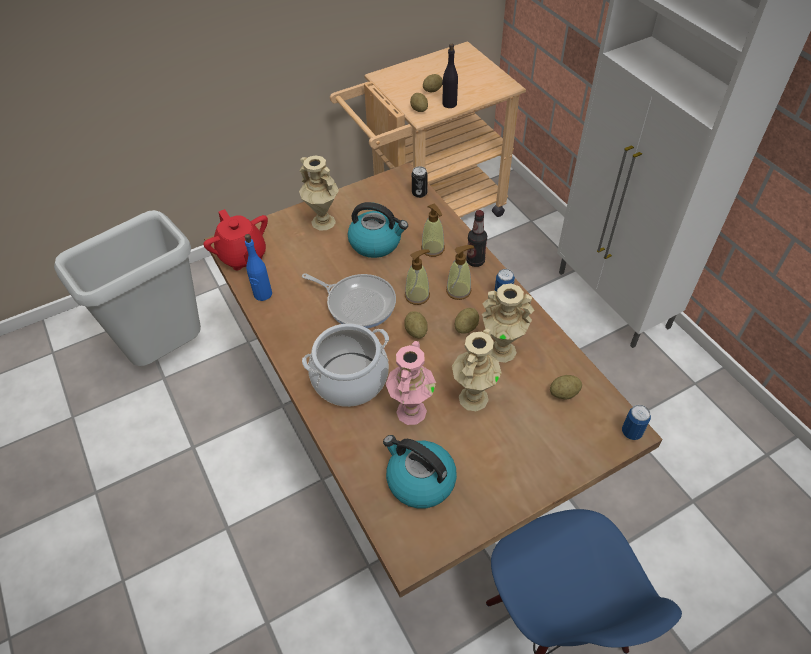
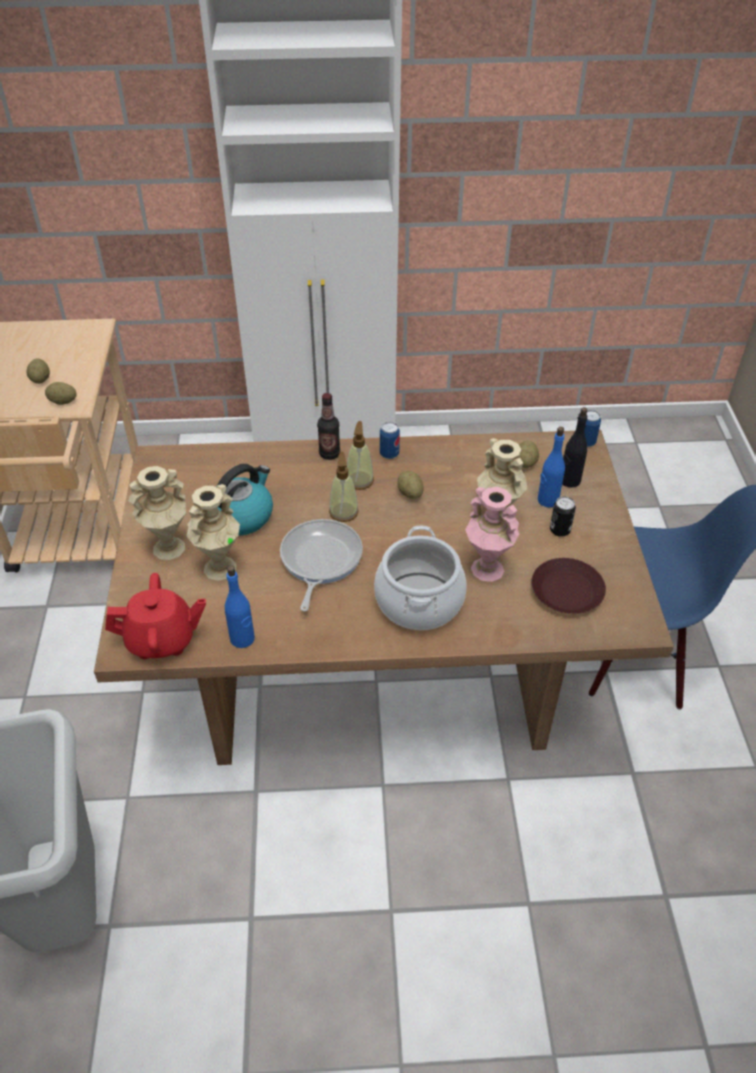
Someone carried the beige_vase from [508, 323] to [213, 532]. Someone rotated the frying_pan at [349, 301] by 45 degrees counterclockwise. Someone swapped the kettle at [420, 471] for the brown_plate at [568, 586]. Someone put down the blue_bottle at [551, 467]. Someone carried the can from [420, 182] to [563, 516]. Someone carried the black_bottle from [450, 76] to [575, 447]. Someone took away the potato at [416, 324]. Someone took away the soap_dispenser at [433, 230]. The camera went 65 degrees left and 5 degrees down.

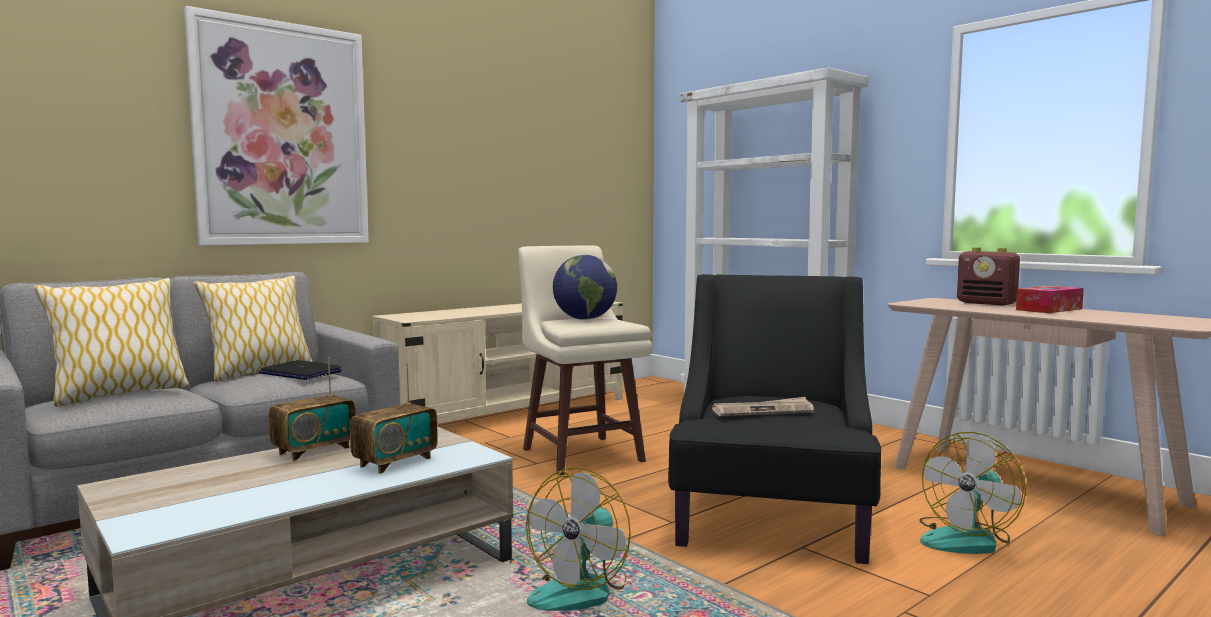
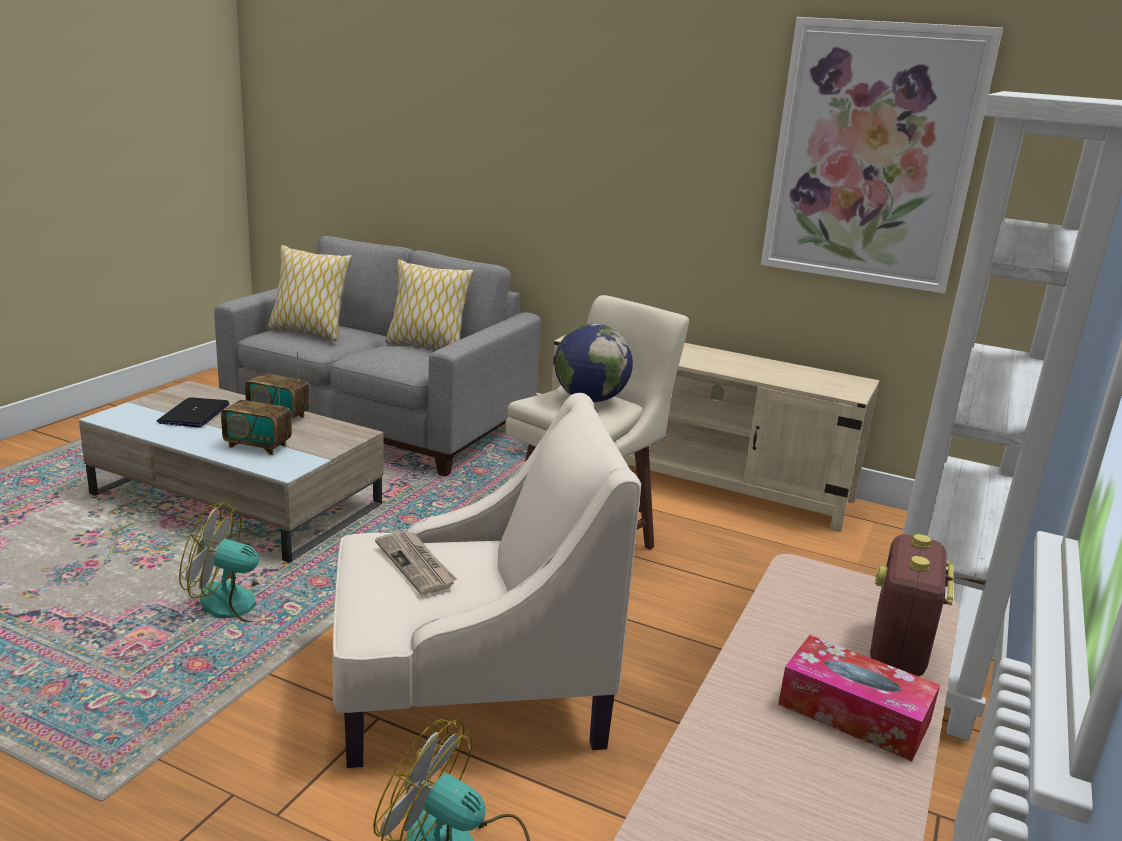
Someone carried the laptop from [300, 370] to [193, 412]. Someone repainted the black_armchair at [774, 419], which became the beige_armchair at [487, 580]. Someone carried the picture from [276, 125] to [882, 155]. The camera went 65 degrees right and 15 degrees up.

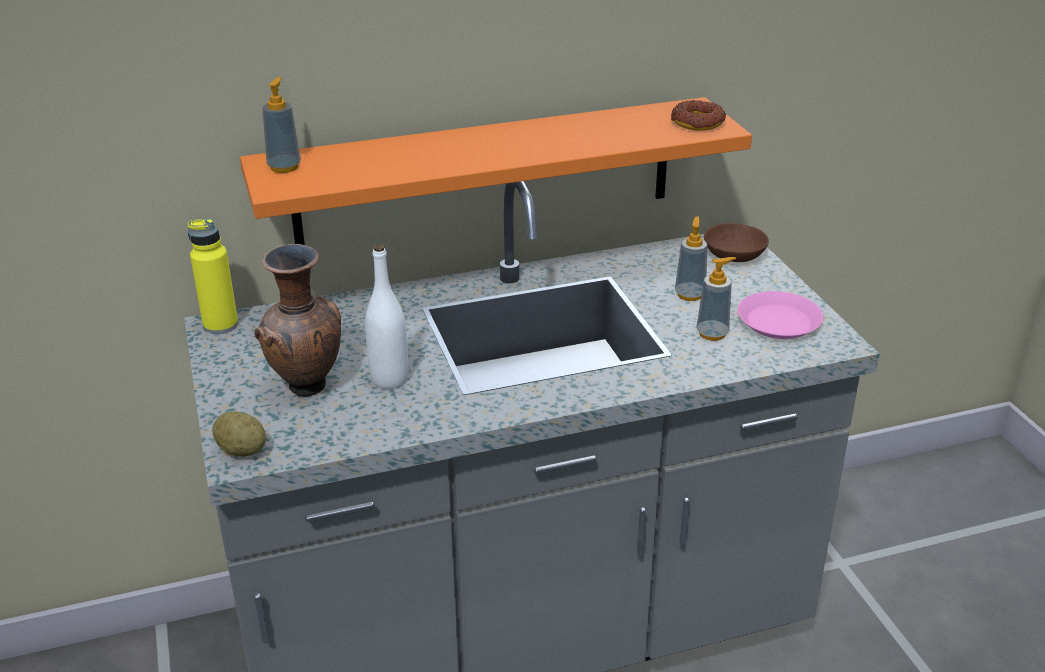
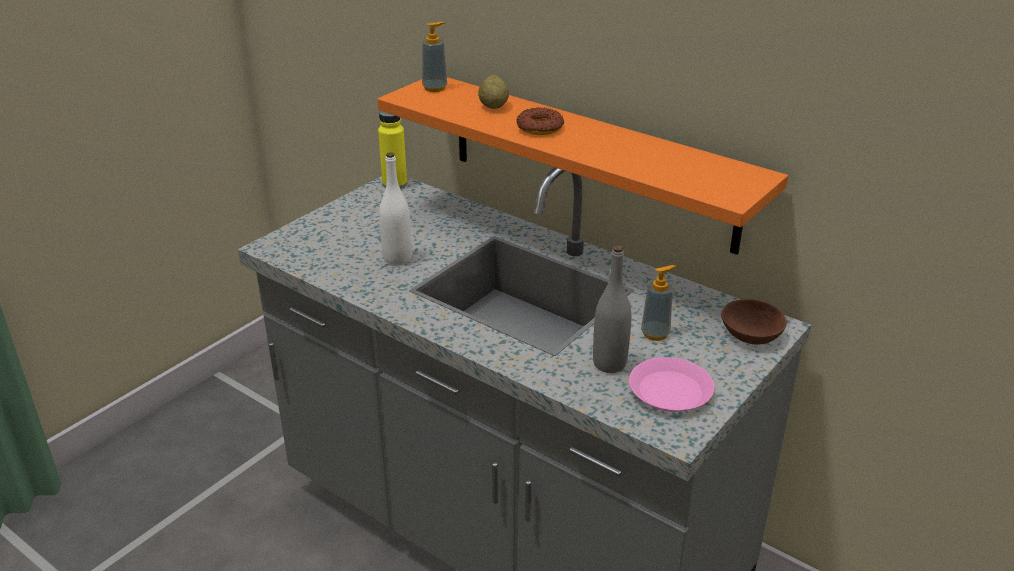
Someone carried the potato from [239, 434] to [493, 92]. Someone carried the donut from [698, 115] to [540, 121]. Someone swapped the soap_dispenser at [716, 299] for the grey_bottle at [612, 309]. Someone took away the brown_vase at [297, 320]. The camera went 55 degrees right and 0 degrees up.

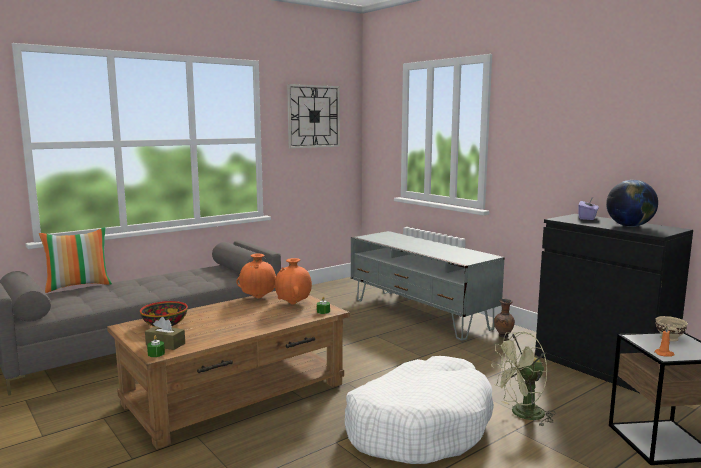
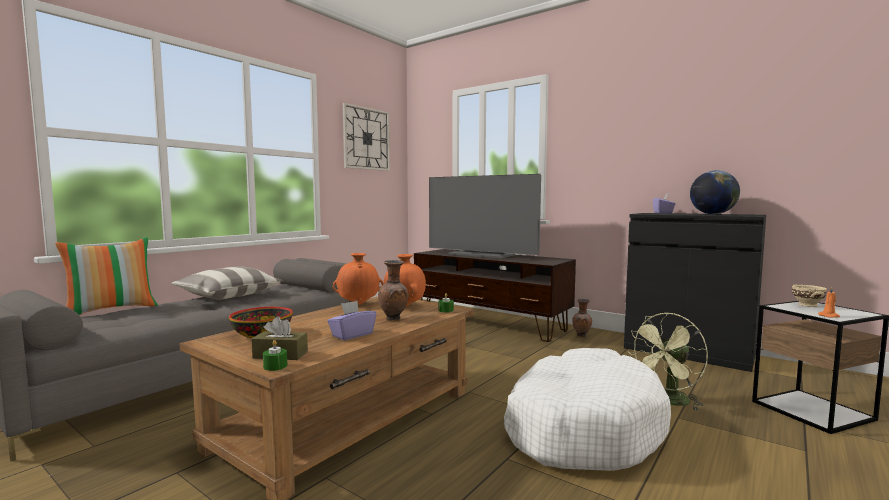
Someone put down the pillow at [227, 283]. Someone put down the purple_tissue_box at [351, 320]. Someone put down the brown_vase at [393, 290]. Someone repainted the grey_tv_stand at [428, 286], which became the brown_tv_stand at [495, 295]. Someone put down the television at [485, 216]. The camera went 15 degrees left and 5 degrees down.

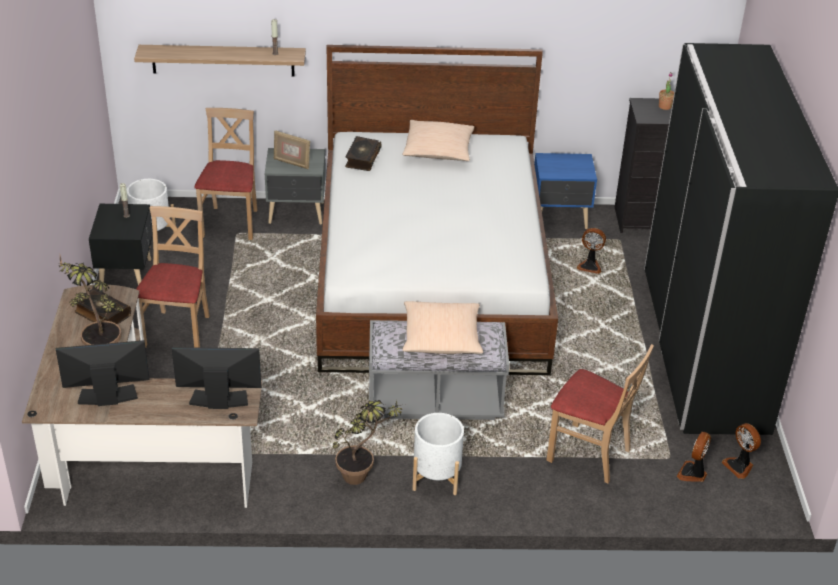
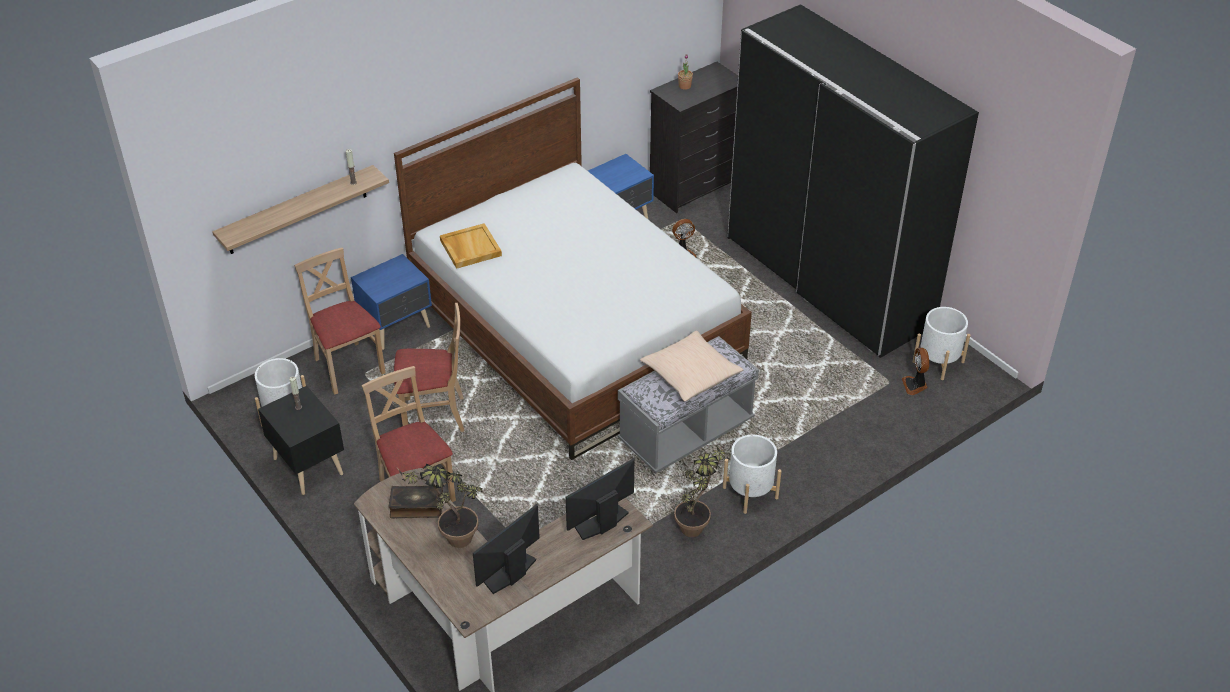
Someone repainted the grey_nightstand at [295, 186], which became the blue_nightstand at [391, 302]. Someone carried the beige_chair from [600, 414] to [429, 367]. Someone swapped the book at [363, 153] for the beige_tray at [471, 246]. Someone swapped the fan at [741, 451] for the white_planter at [941, 343]. Someone took away the picture_frame at [292, 150]. Someone took away the beige_pillow at [438, 140]. The camera went 35 degrees left and 5 degrees up.

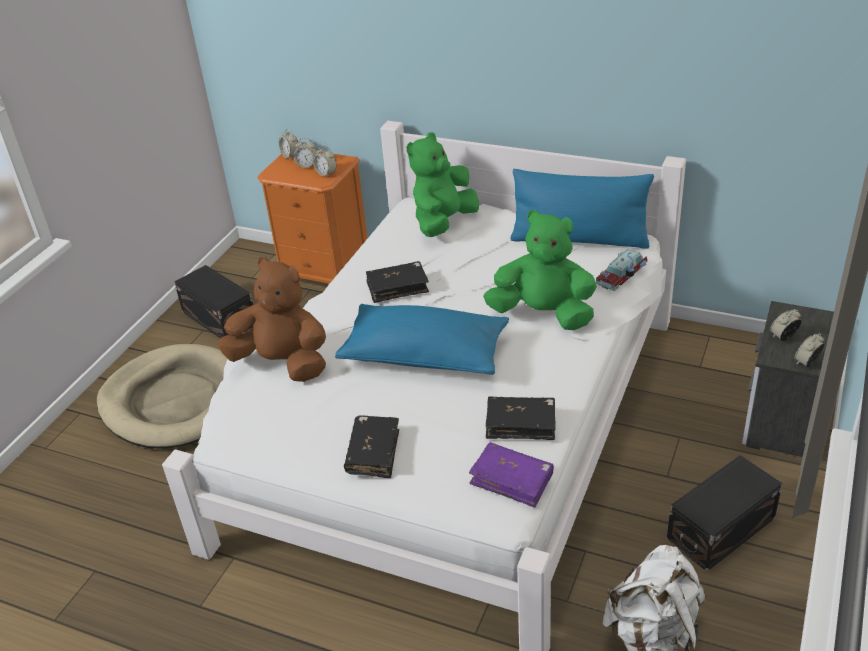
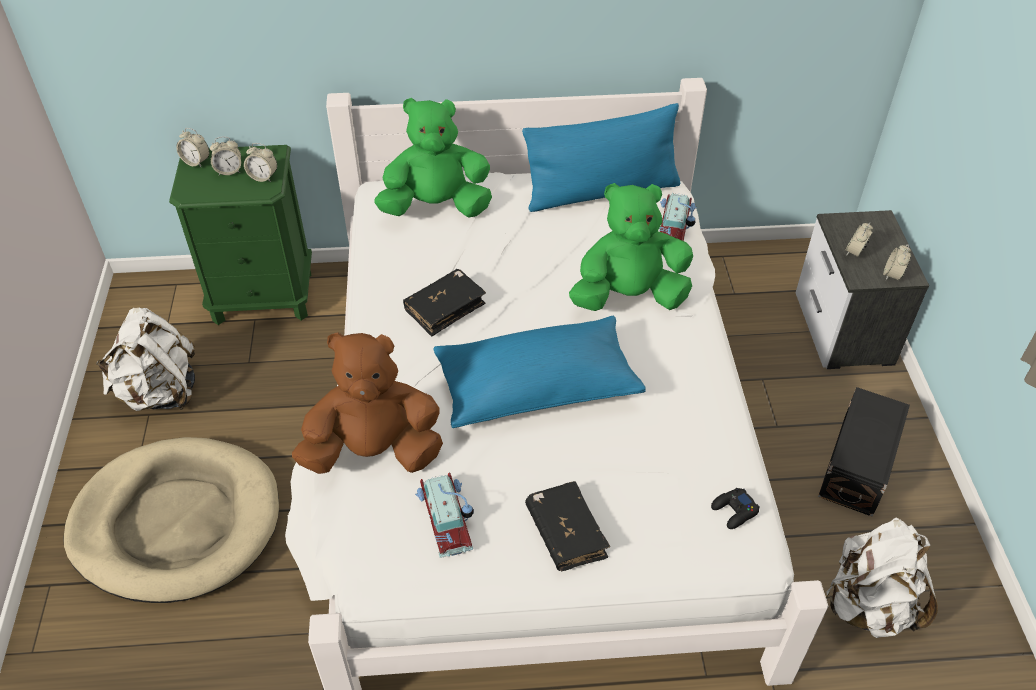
Someone swapped the black_storage_box at [214, 301] for the white_backpack at [145, 359]. Someone repainted the orange_nightstand at [313, 218], which became the green_nightstand at [240, 235]. Someone rotated the green_plush_toy at [442, 184] by 75 degrees clockwise. Someone put down the toy_car at [444, 515]. Someone swapped the purple_book at [511, 475] for the black_game_controller at [735, 508]. Someone took away the black_book at [521, 418]. The camera went 30 degrees left and 10 degrees up.

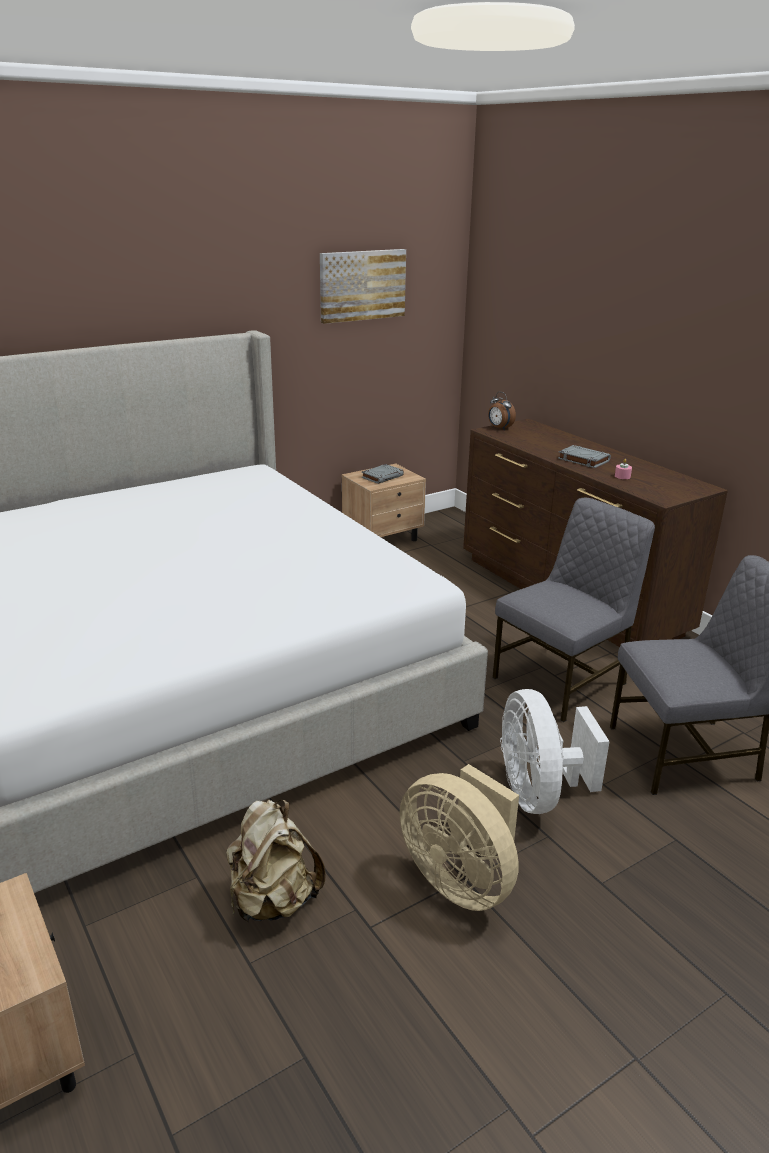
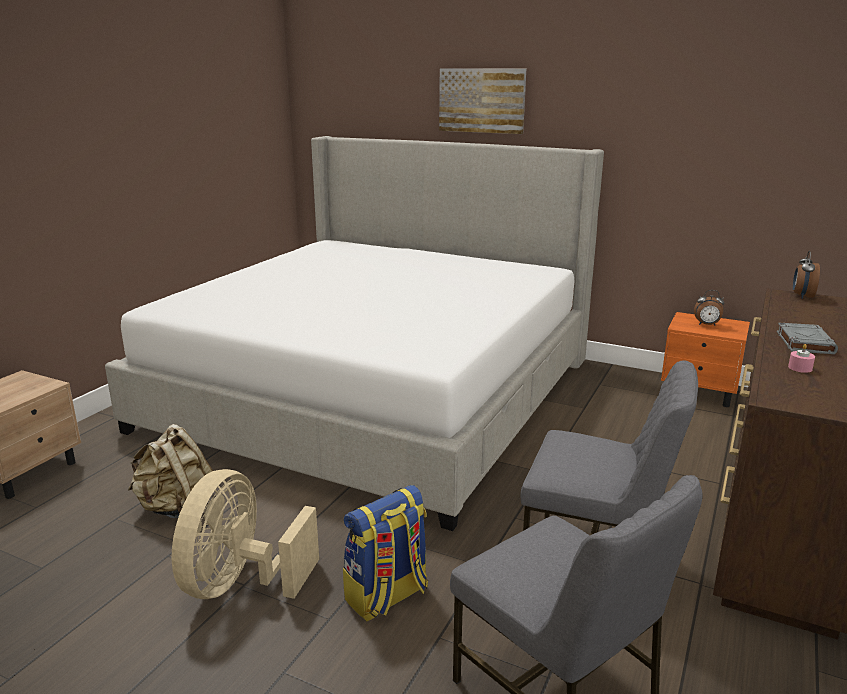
Someone swapped the white_fan at [555, 751] for the backpack at [385, 553]. Someone carried the picture from [363, 286] to [482, 101]. Someone repainted the beige_nightstand at [384, 502], which became the orange_nightstand at [705, 359]. Someone swapped the grey_book at [382, 474] for the alarm_clock at [709, 308]. The camera went 60 degrees right and 5 degrees down.

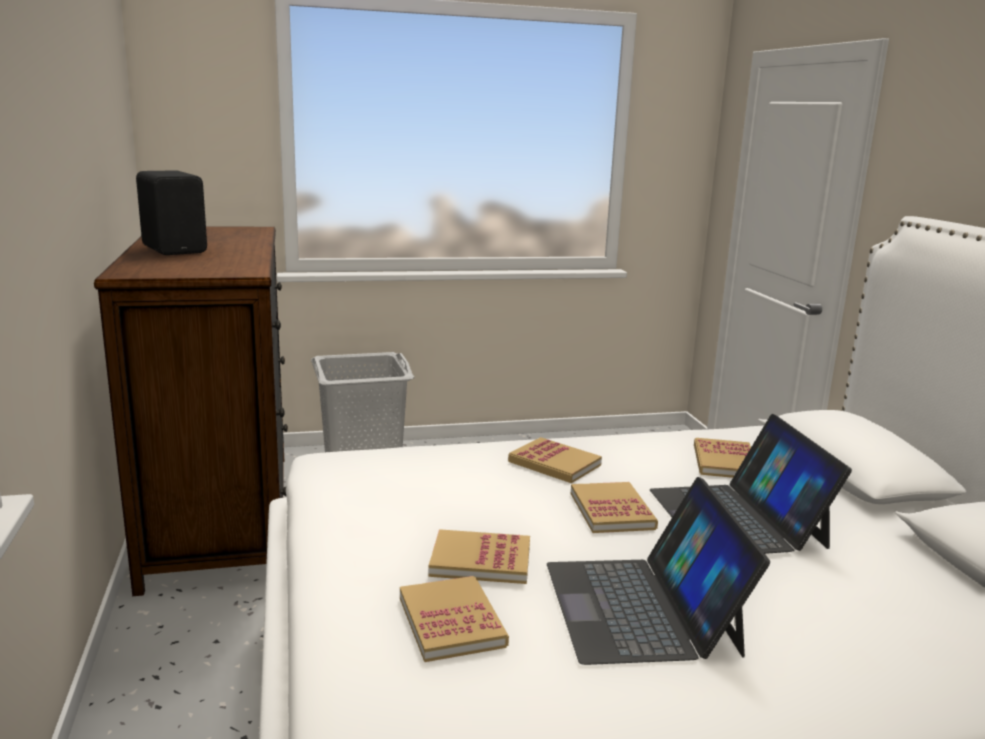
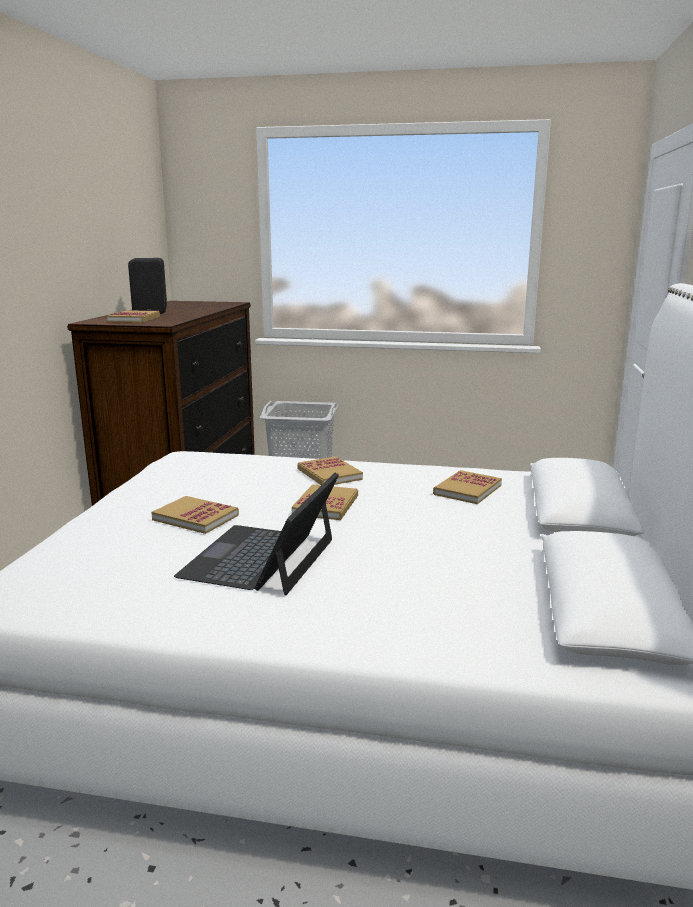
Someone carried the book from [454, 619] to [133, 316]. Someone took away the laptop at [751, 484]. The camera went 25 degrees right and 0 degrees up.

